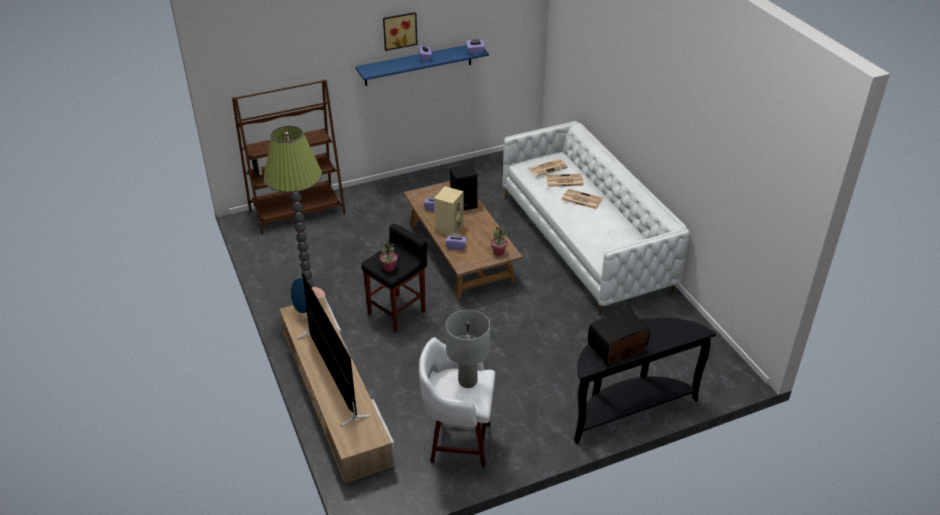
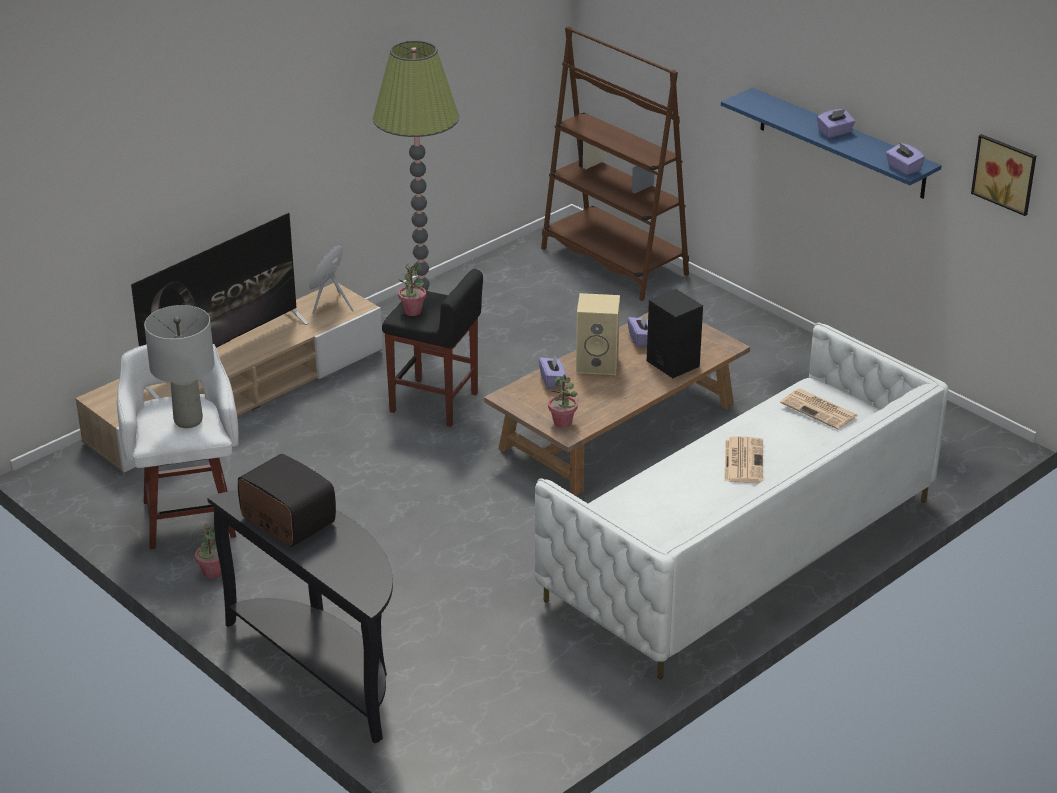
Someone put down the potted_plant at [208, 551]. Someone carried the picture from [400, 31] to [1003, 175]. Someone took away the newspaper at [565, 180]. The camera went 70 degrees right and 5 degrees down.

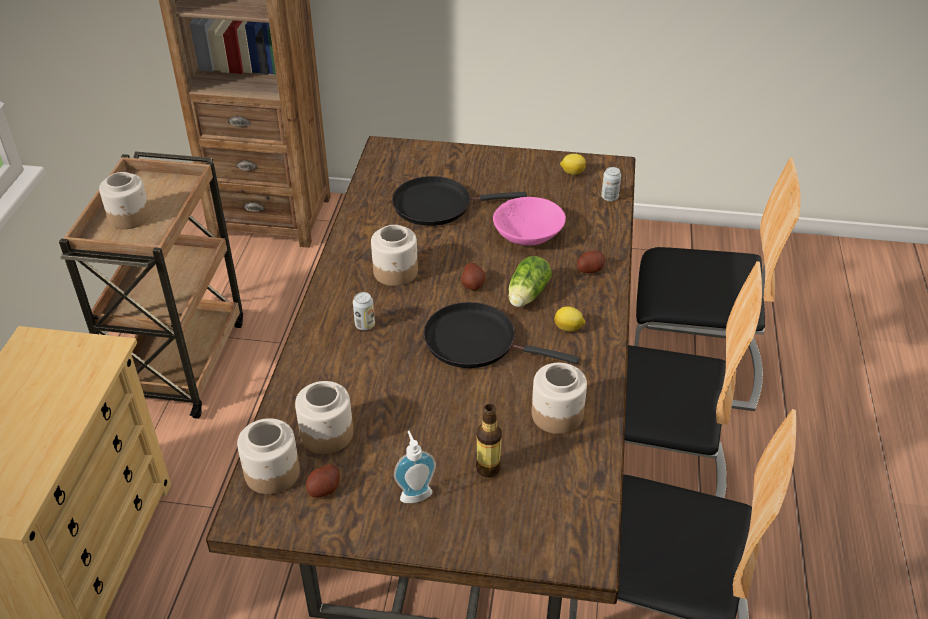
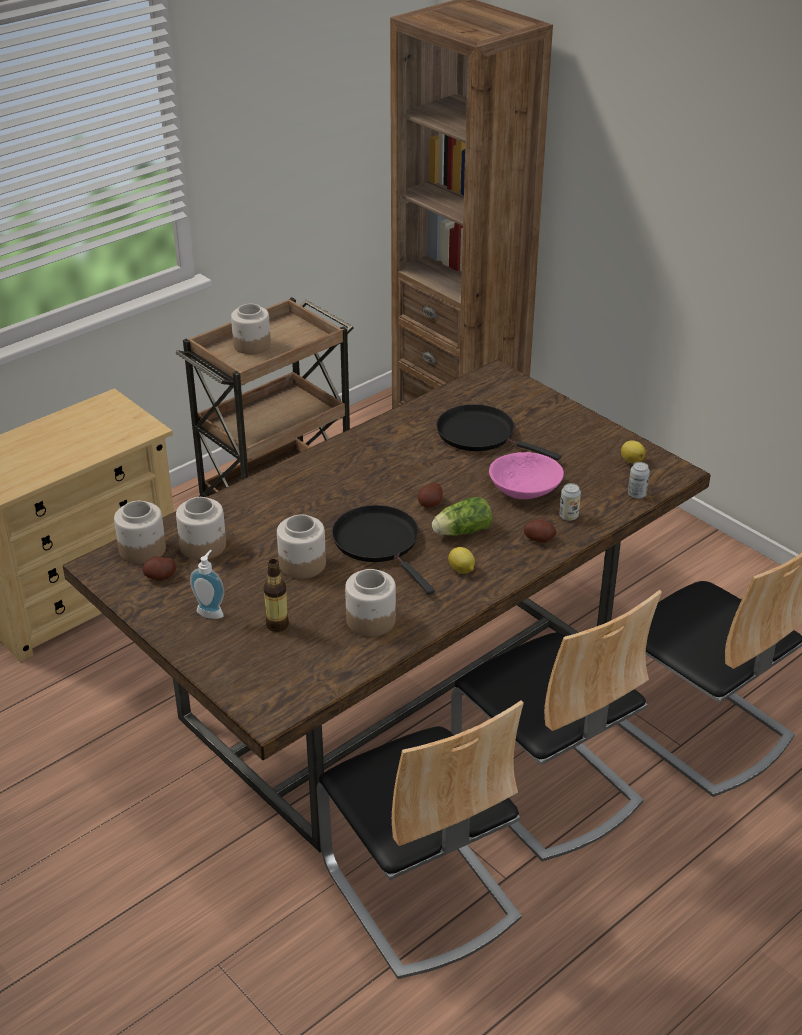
Someone carried the jar from [394, 255] to [301, 546]. Someone carried the can from [364, 311] to [570, 502]. The camera went 40 degrees right and 5 degrees down.

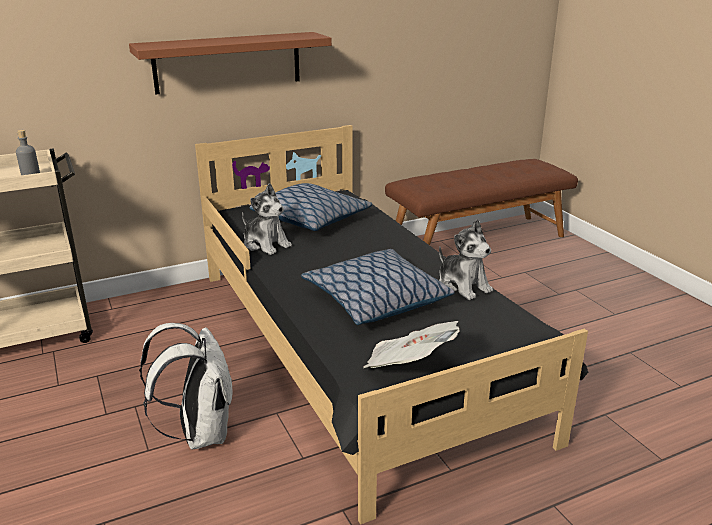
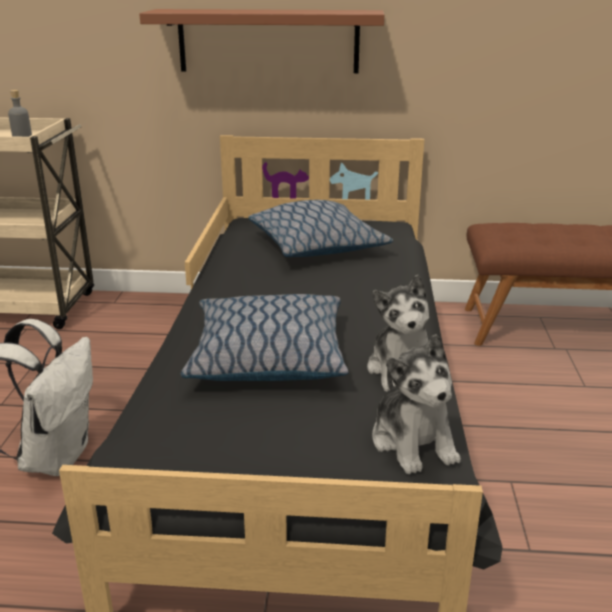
Someone carried the plush_toy from [267, 219] to [416, 404]. Someone took away the newspaper at [411, 344]. The camera went 30 degrees right and 0 degrees up.

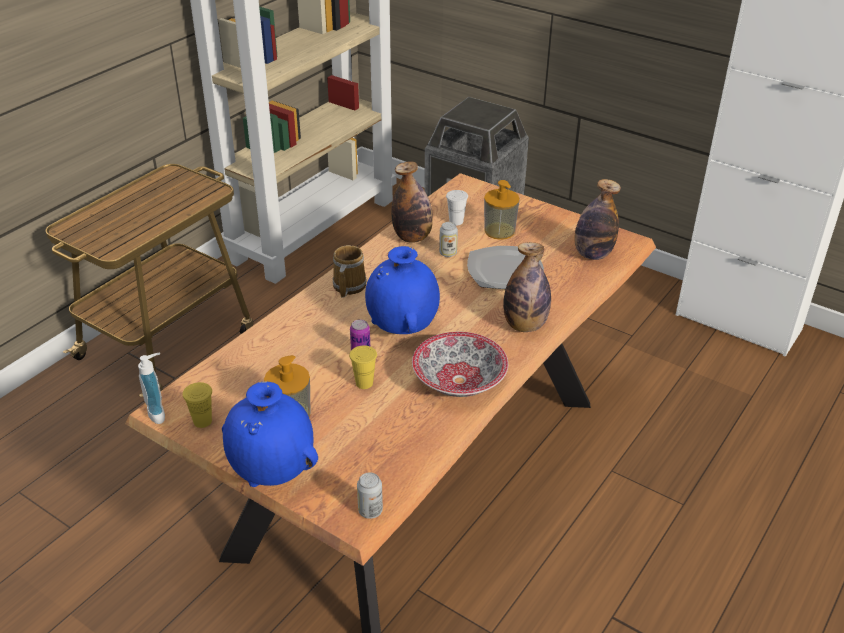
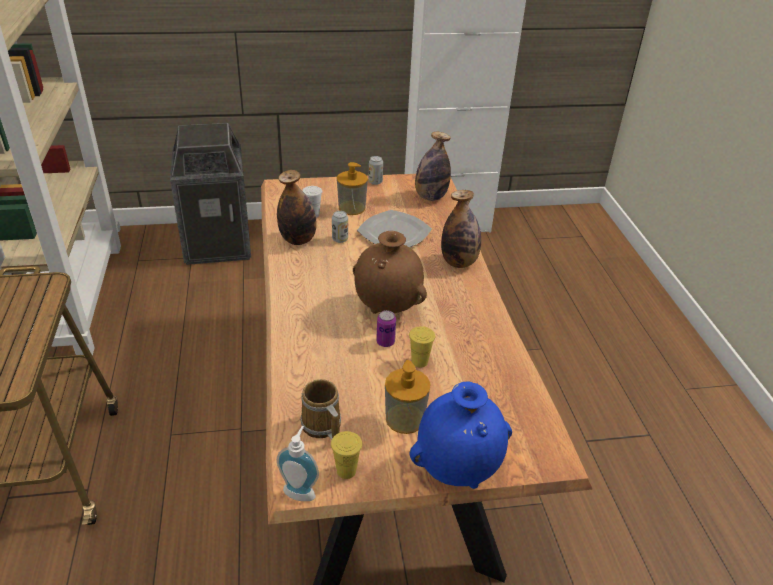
Someone carried the mug from [350, 271] to [320, 409]. Someone repainted the blue_vase at [402, 290], which became the brown_vase at [390, 272]. Someone carried the can from [370, 495] to [376, 170]. Someone took away the bowl at [460, 364]. The camera went 45 degrees left and 0 degrees up.

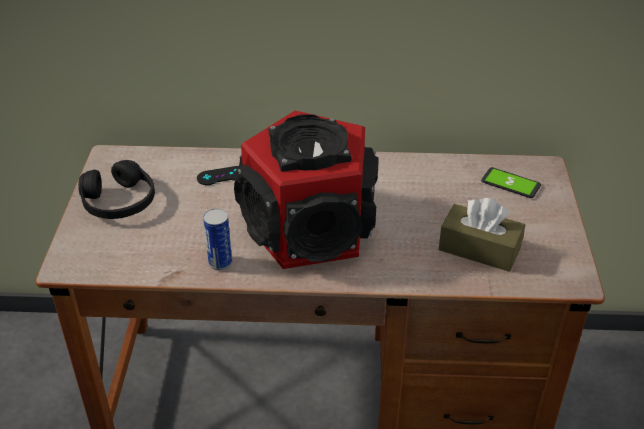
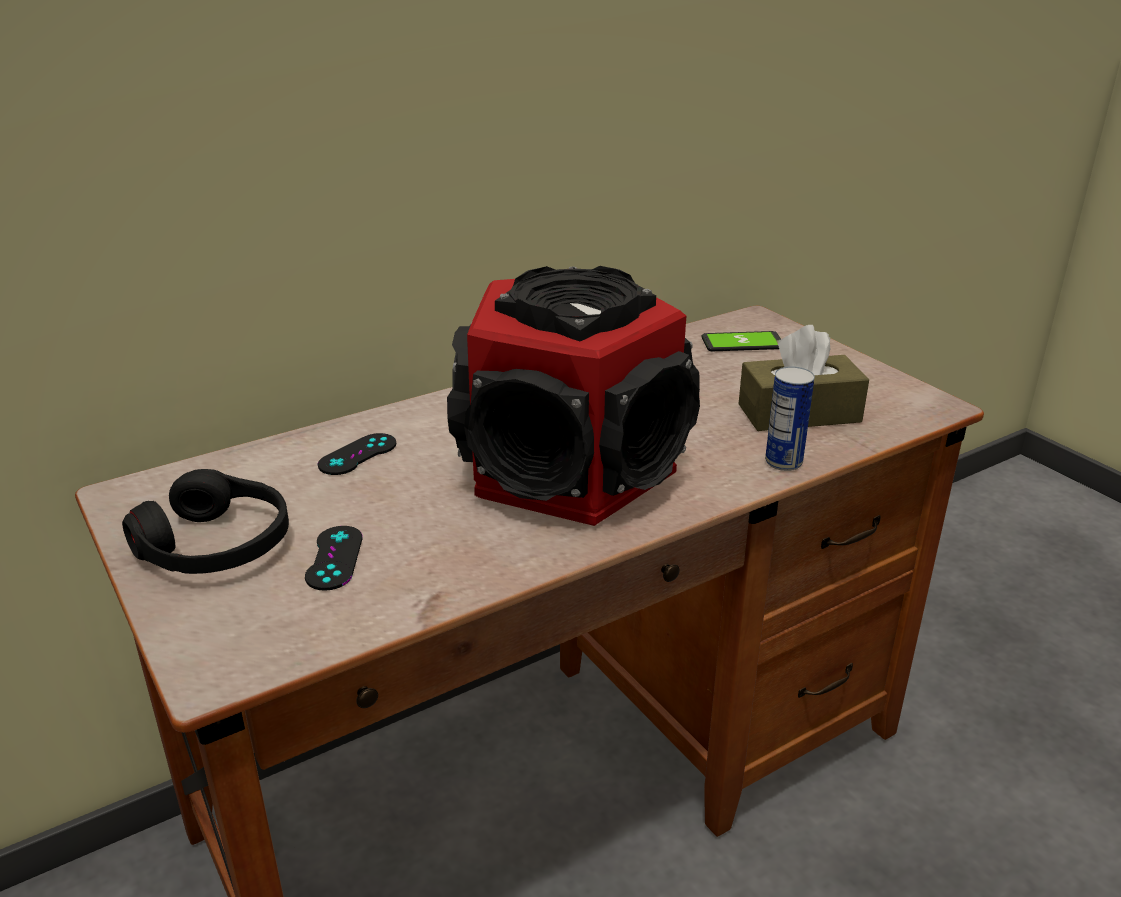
Someone put down the black_game_controller at [334, 558]. Someone carried the can from [217, 240] to [790, 419]. The camera went 35 degrees left and 10 degrees down.

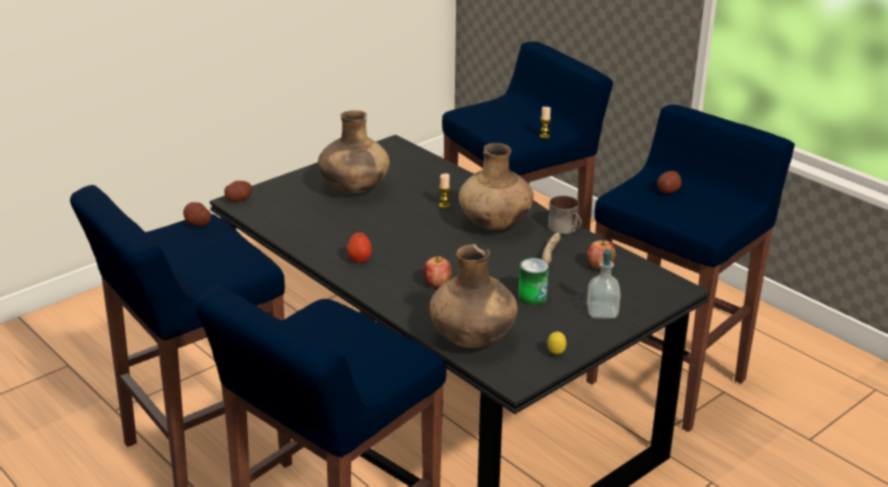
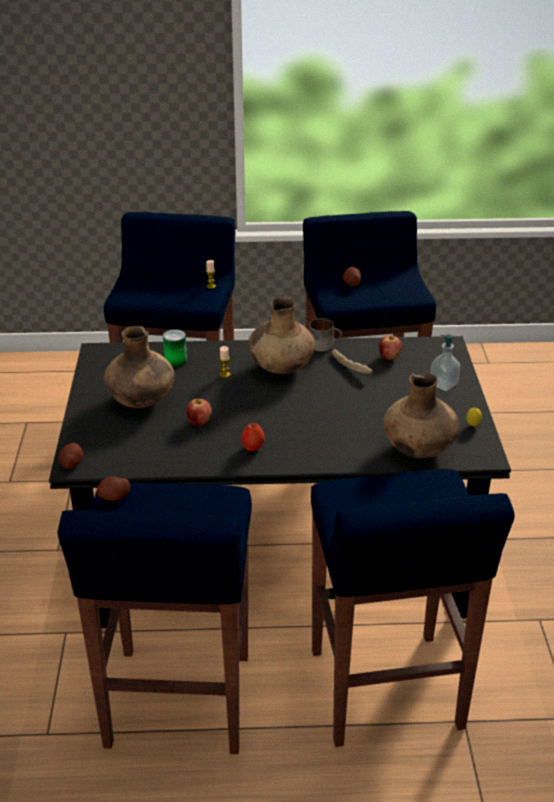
Someone carried the can from [533, 282] to [175, 348]. Someone carried the apple from [437, 271] to [198, 412]. The camera went 50 degrees left and 5 degrees up.

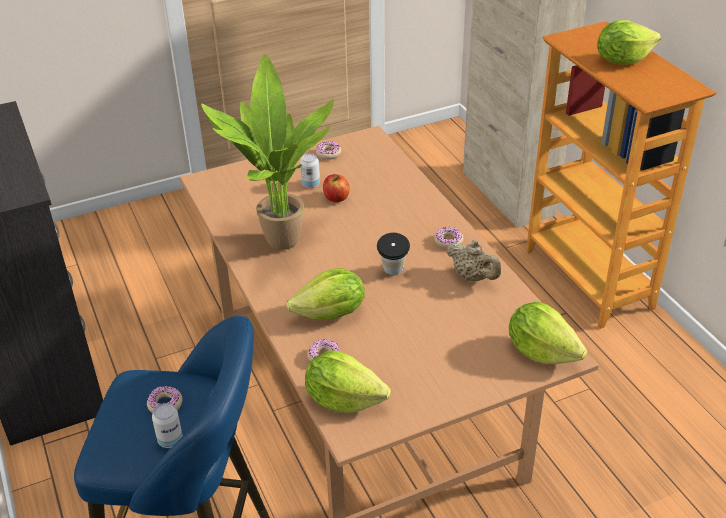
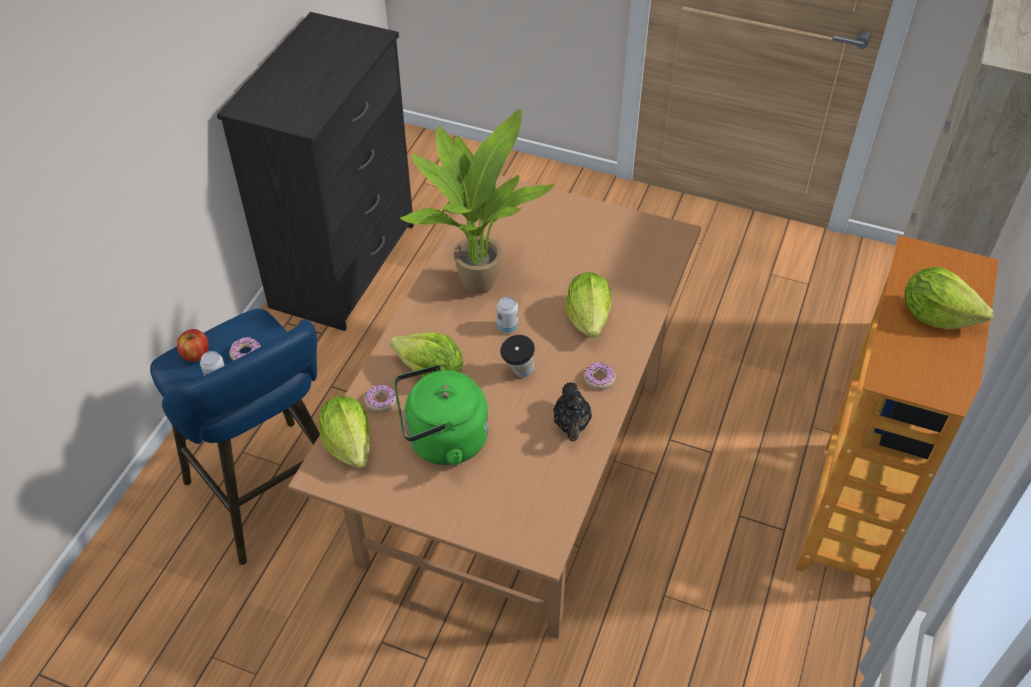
Someone carried the apple from [336, 188] to [193, 345]. Someone put down the green_kettle at [441, 415]. Someone carried the can from [310, 171] to [507, 315]. Someone repainted the beige_teapot at [473, 260], which became the black_teapot at [572, 412]. Someone carried the lettuce from [548, 333] to [588, 305]. Someone took away the donut at [328, 150]. The camera went 45 degrees right and 10 degrees up.

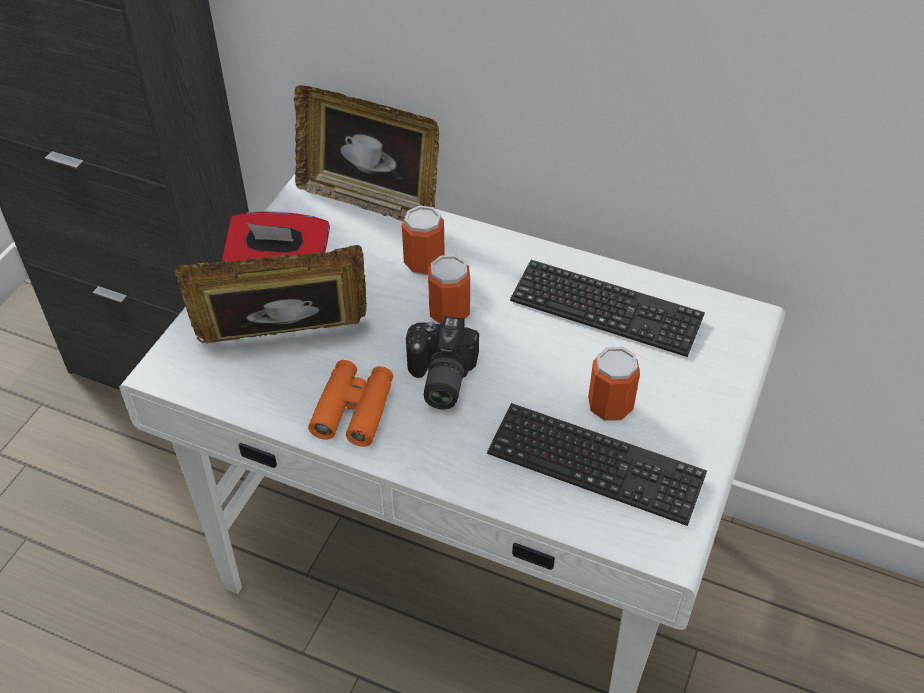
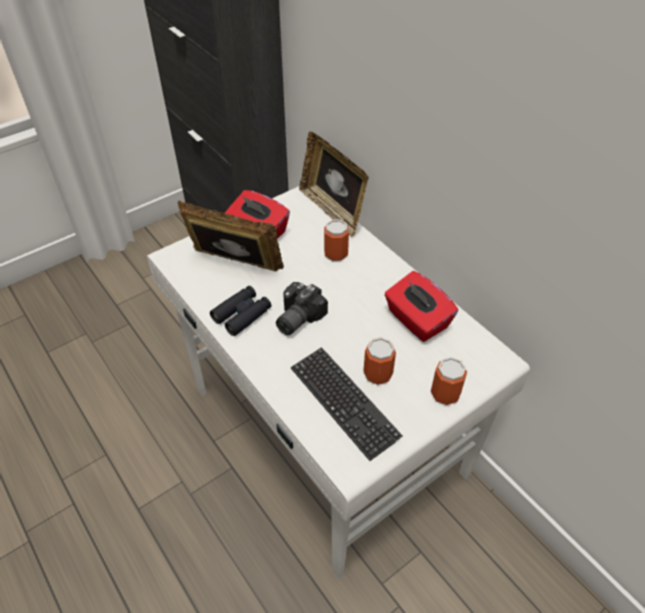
Someone repainted the orange_binoculars at [350, 403], which became the black_binoculars at [240, 311]. Someone swapped the keyboard at [607, 308] for the red_tissue_box at [421, 306]. Someone carried the can from [449, 289] to [449, 381]. The camera went 30 degrees right and 0 degrees up.

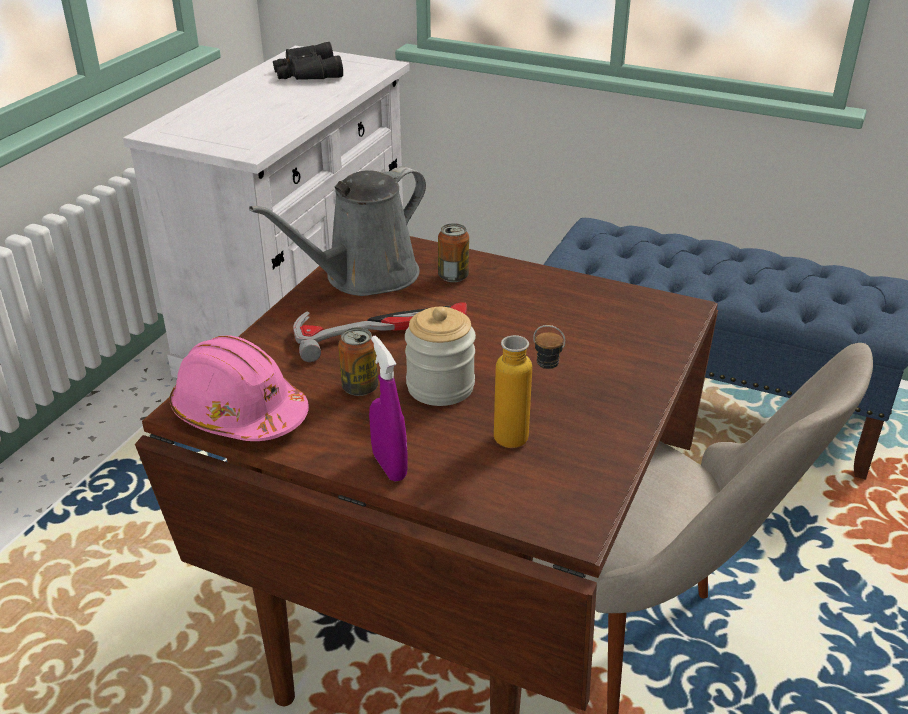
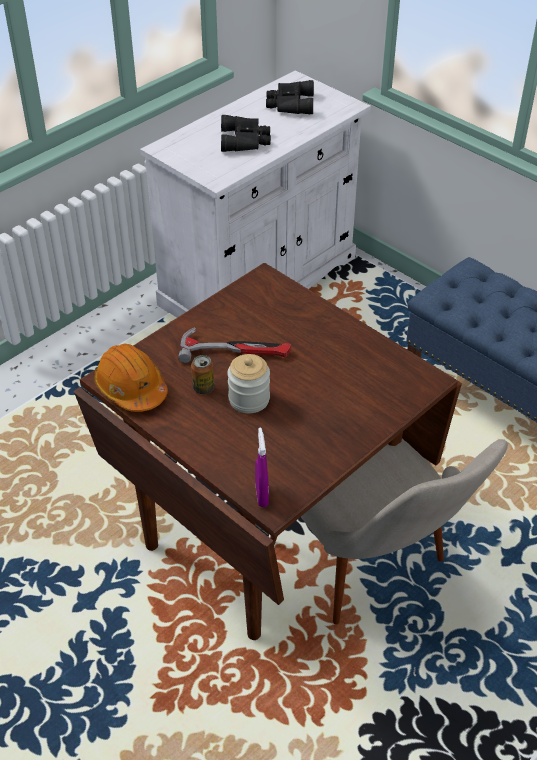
Someone repainted the pink_hard_hat at [239, 388], which became the orange_hard_hat at [131, 378]. Someone put down the black_binoculars at [246, 133]. Someone carried the purple_spray_bottle from [388, 409] to [262, 467]. Someone took away the grey_watering_can at [337, 231]. Someone took away the can at [453, 252]. Someone took away the bottle at [529, 386]. The camera went 20 degrees right and 10 degrees up.

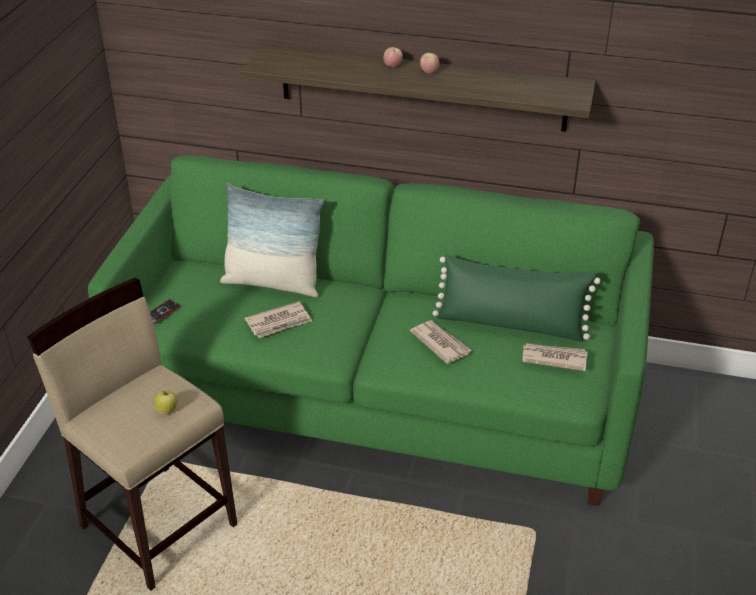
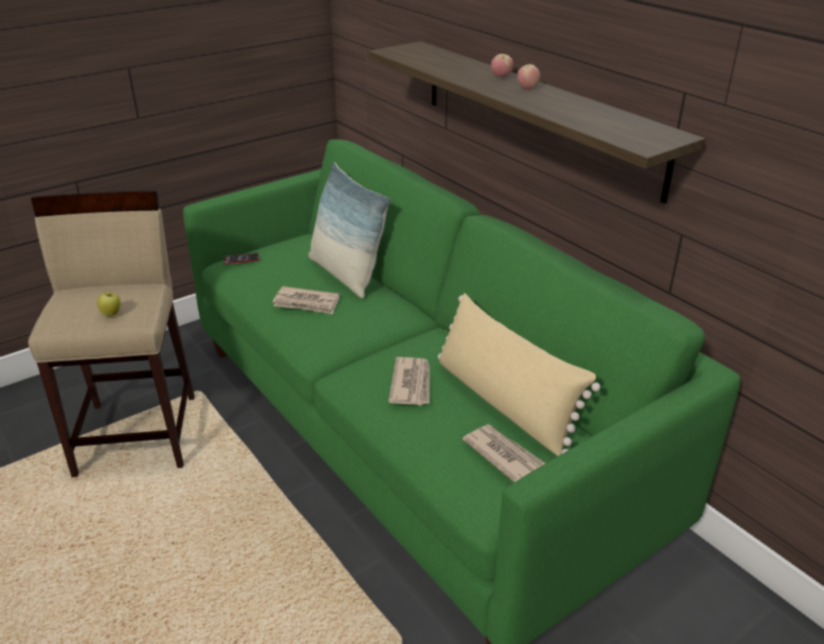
Someone repainted the green_pillow at [516, 298], which became the beige_pillow at [519, 374]. The camera went 40 degrees right and 5 degrees down.

